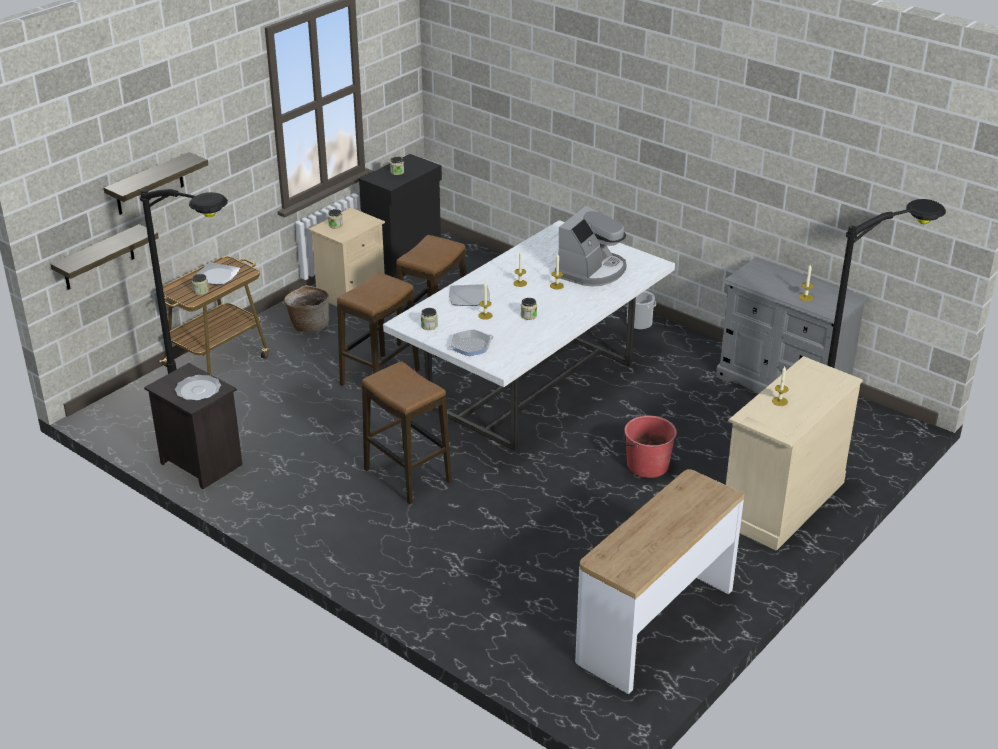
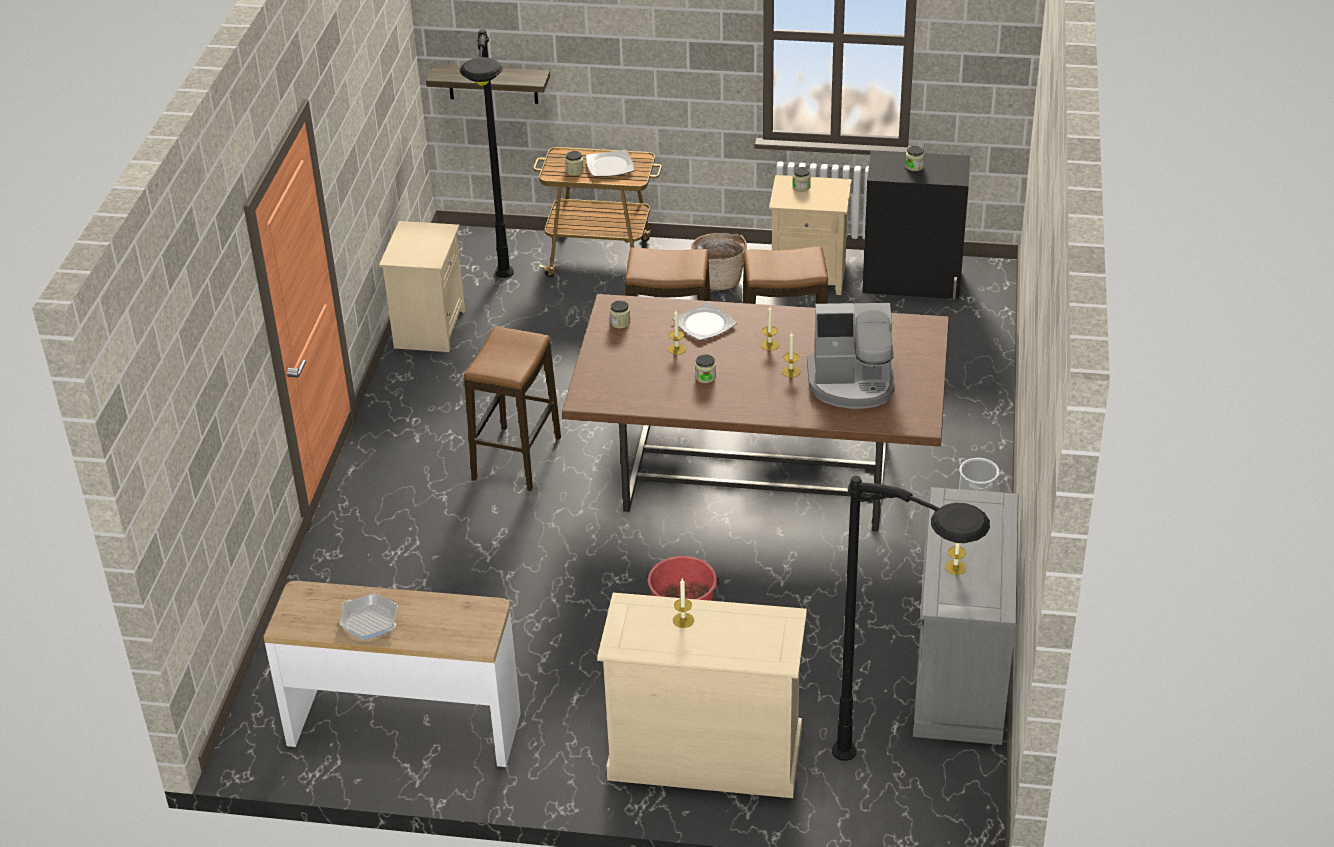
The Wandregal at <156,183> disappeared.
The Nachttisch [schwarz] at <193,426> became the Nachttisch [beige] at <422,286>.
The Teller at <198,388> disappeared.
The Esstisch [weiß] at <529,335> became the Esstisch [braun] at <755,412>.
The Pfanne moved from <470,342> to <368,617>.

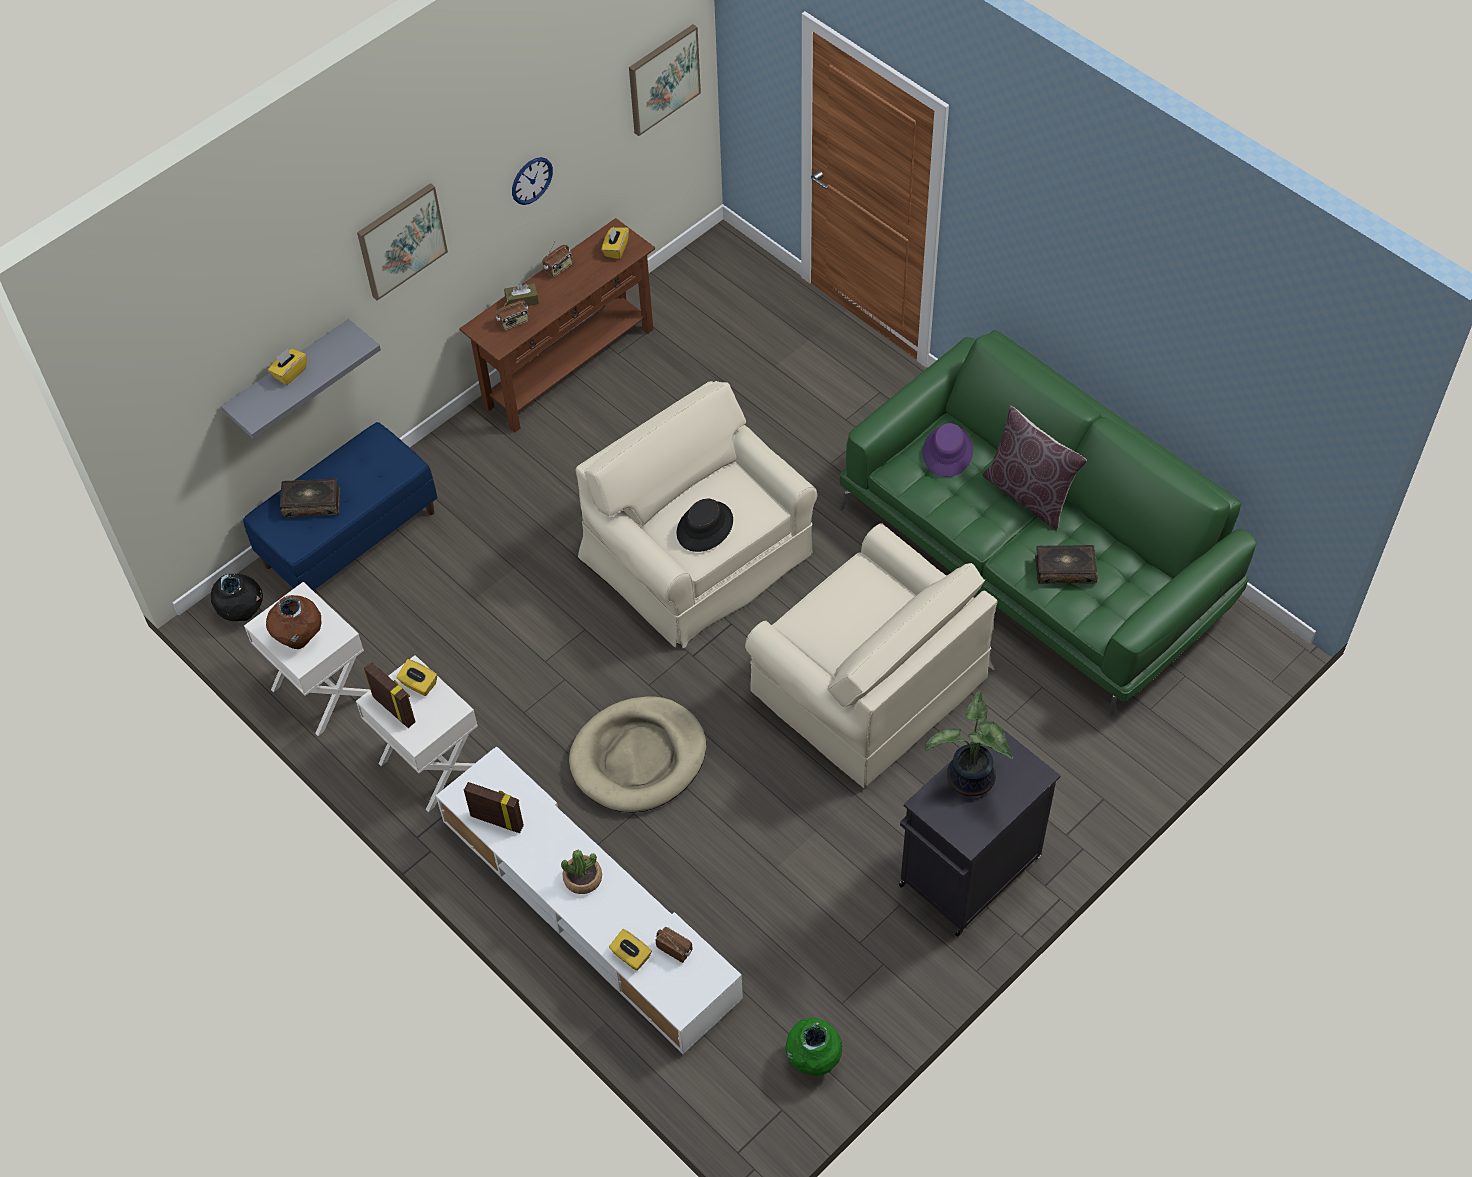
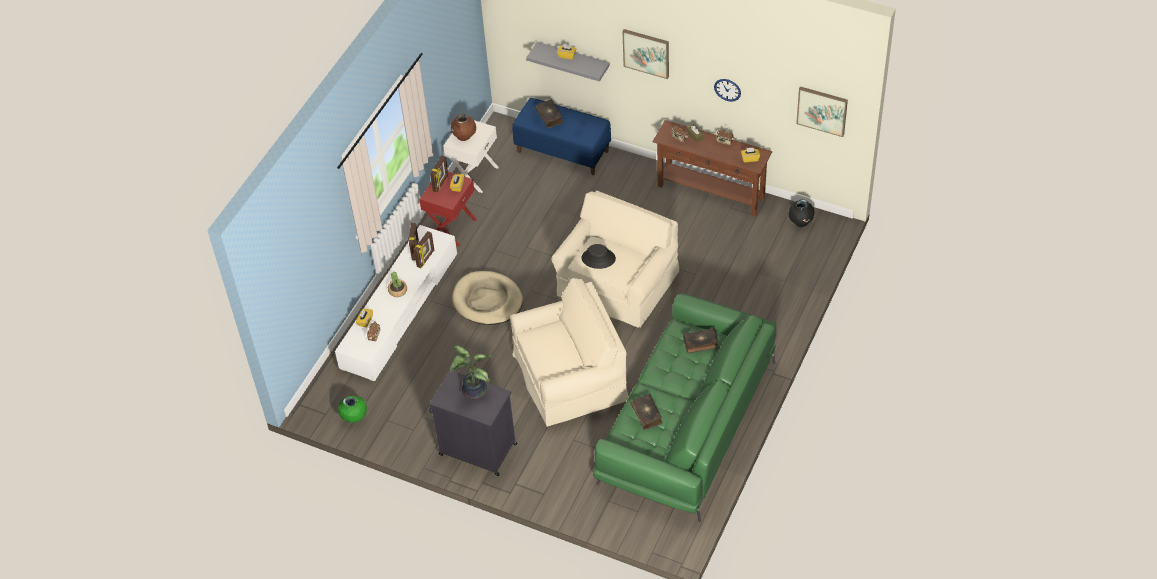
The Vase [schwarz] moved from <237,597> to <802,213>.
The Nachttisch [weiß] at <417,733> became the Nachttisch [rot] at <448,209>.
The Sessel [beige] at <871,656> turned 135 degrees counterclockwise.
The Hut [lila] at <948,450> was replaced by the Buch at <700,340>.
The Kissen [braun] at <1034,468> disappeared.
The Bilderrahmen at <424,249> appeared.

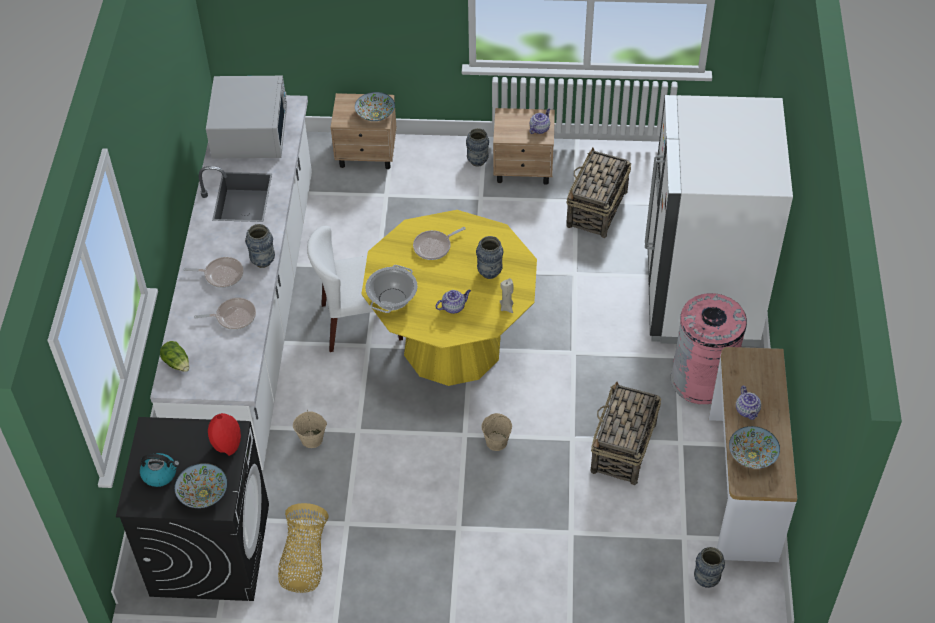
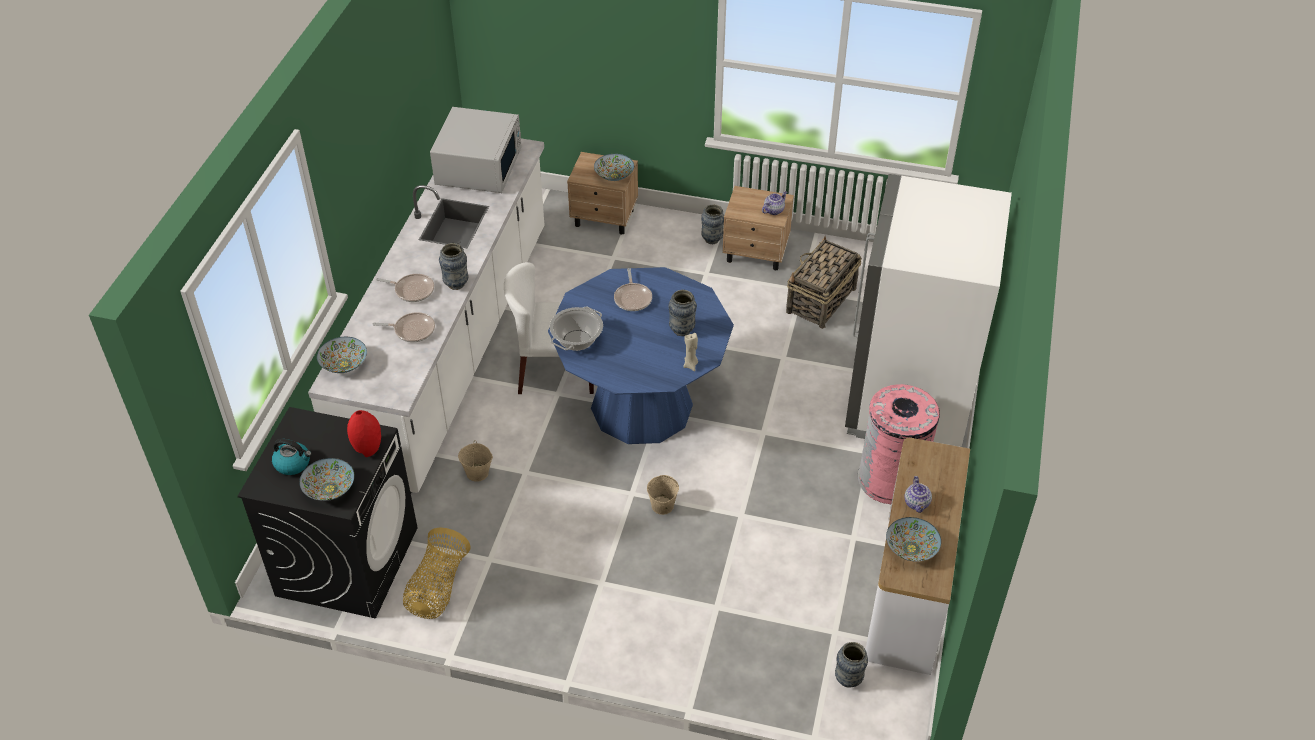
The Salatkopf at <174,356> was replaced by the Schüssel at <342,355>.
The Esstisch [gelb] at <449,298> became the Esstisch [blau] at <641,355>.
The Pfanne at <439,243> turned 75 degrees counterclockwise.
The Teekanne at <453,302> disappeared.
The Korb at <625,433> disappeared.

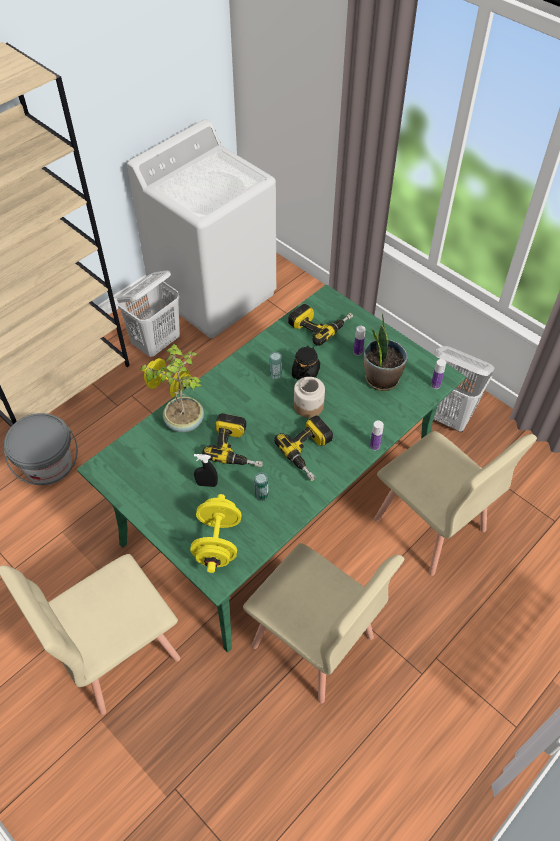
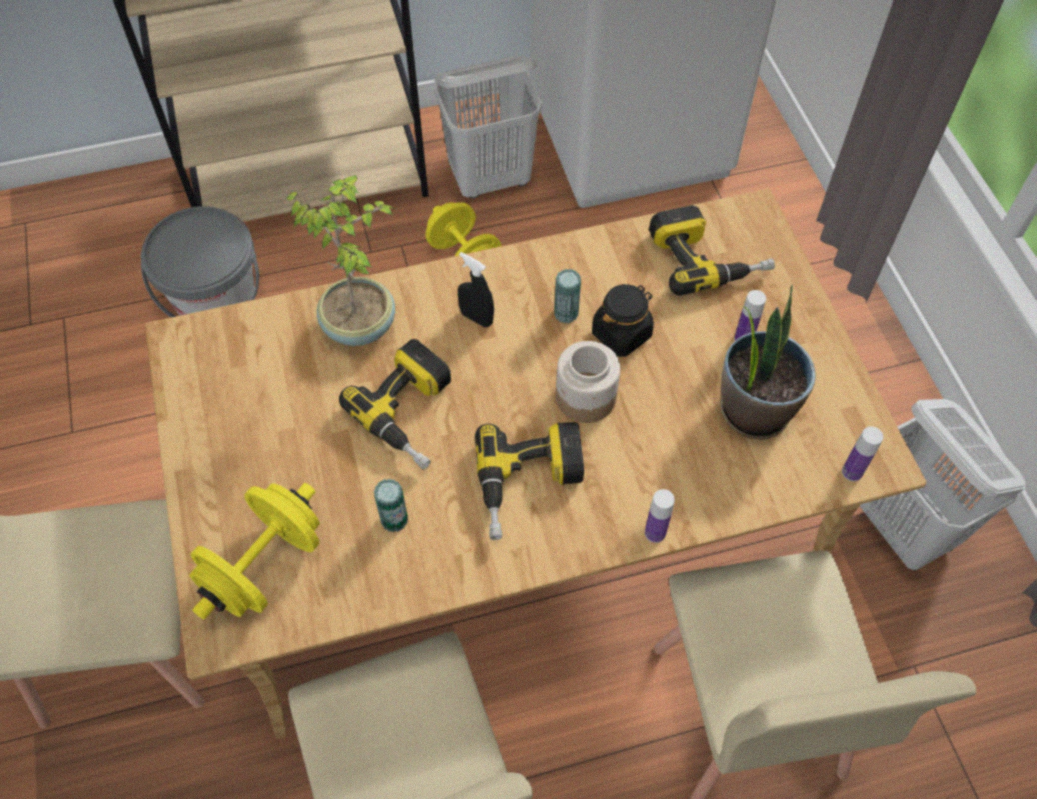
The Esstisch [grün] at <271,469> became the Esstisch [beige] at <536,464>.
The Sprühflasche [schwarz] moved from <206,470> to <476,289>.

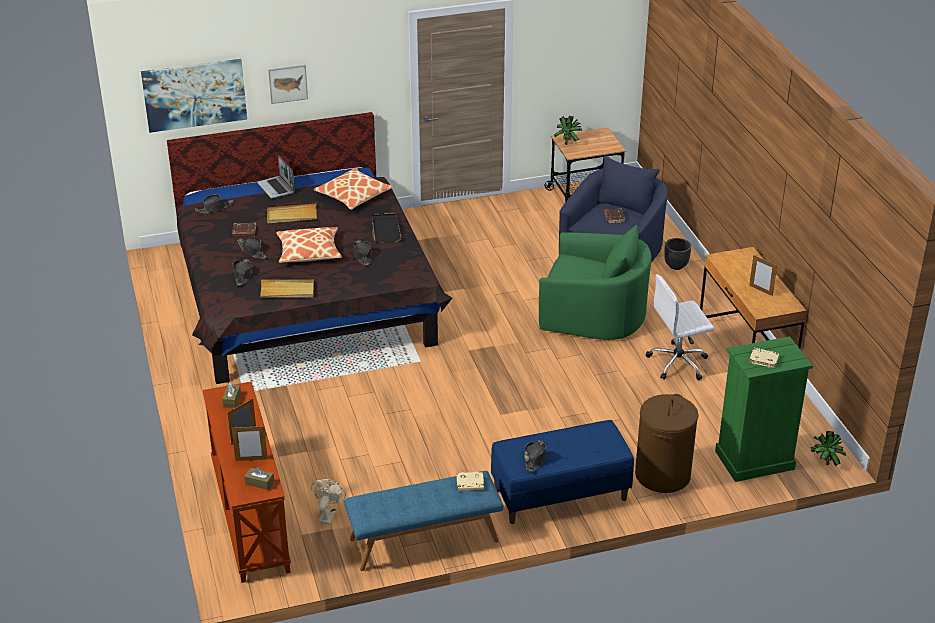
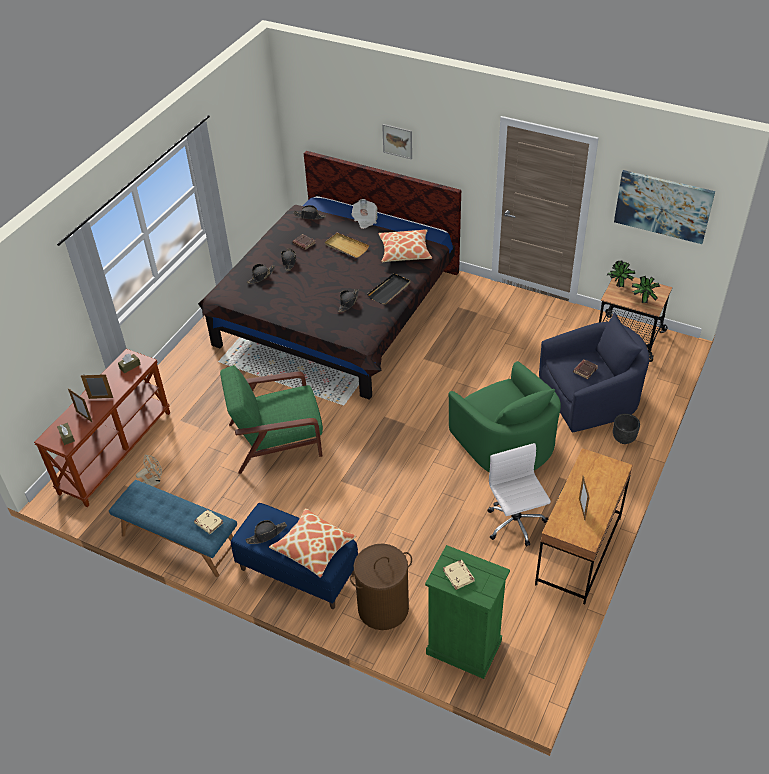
The Bild moved from <194,96> to <664,207>.
The Laptop at <276,176> was replaced by the Zeitung at <364,214>.
The Tablett [beige] at <287,288> disappeared.
The Kissen moved from <309,245> to <313,543>.
The Bürostuhl [weiß] at <680,327> turned 45 degrees clockwise.
The Topfpflanze moved from <828,448> to <646,289>.
The Sessel [grün] at <271,419> appeared.

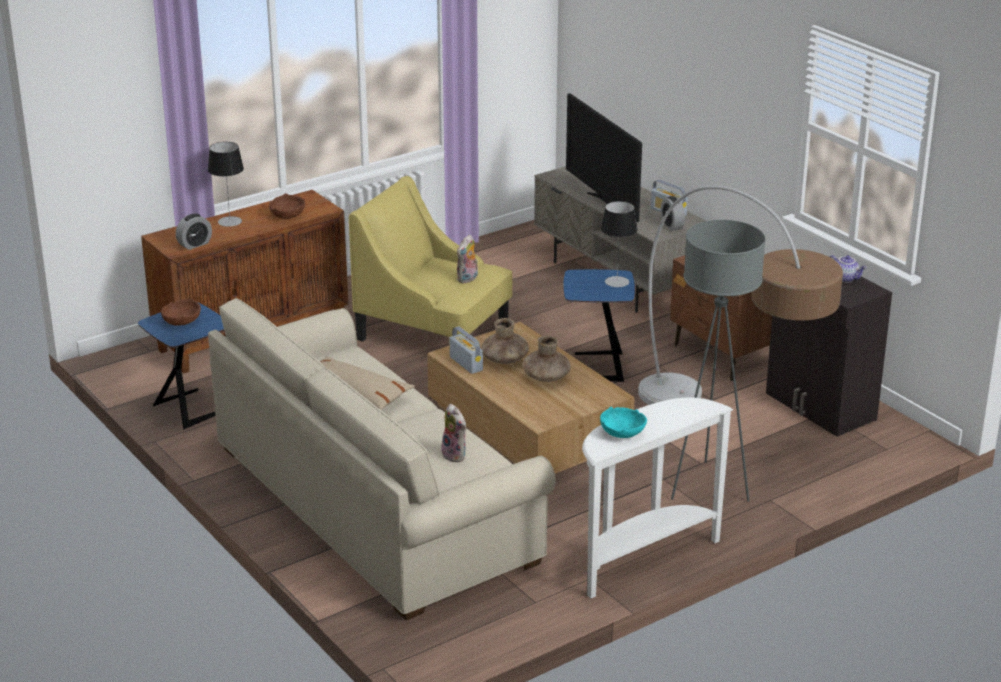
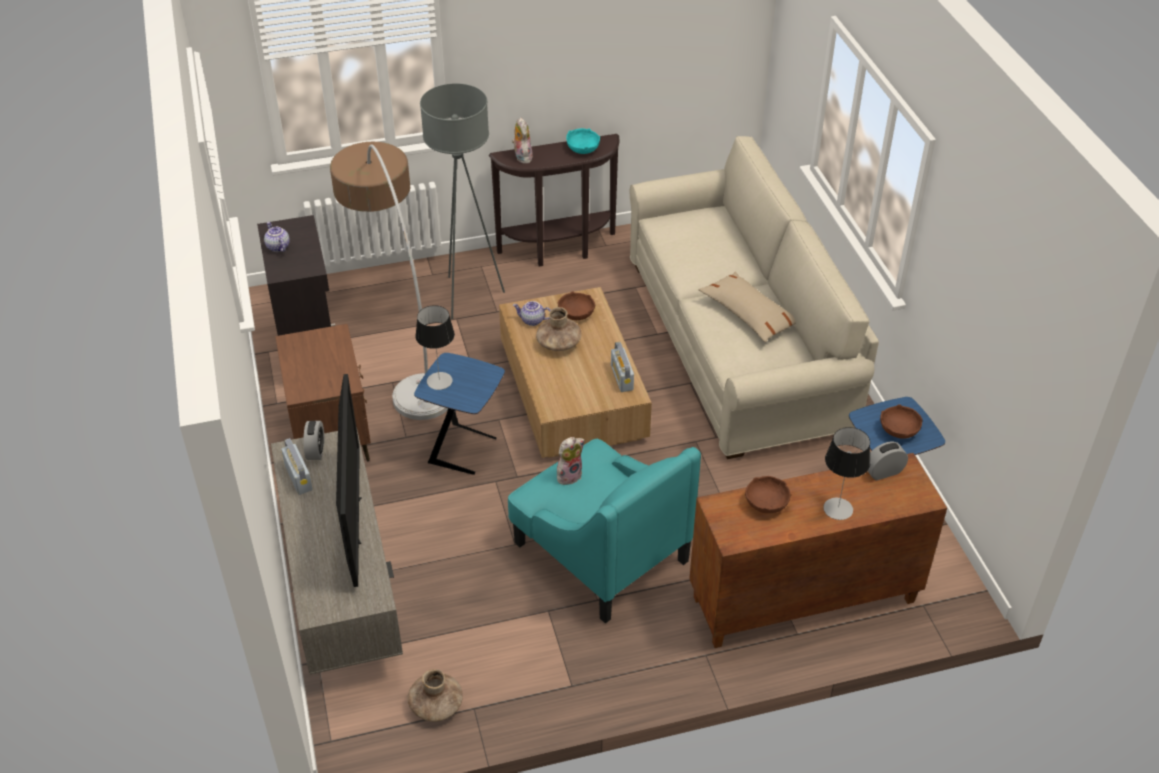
The Sessel [gelb] at <431,258> became the Sessel [türkis] at <604,531>.
The Plüschtier moved from <453,433> to <522,141>.
The Vase [braun] moved from <505,341> to <435,695>.
The Konsolentisch [weiß] at <657,498> became the Konsolentisch [braun] at <553,200>.
The Teekanne at <532,313> appeared.
The Schüssel [braun] at <576,305> appeared.

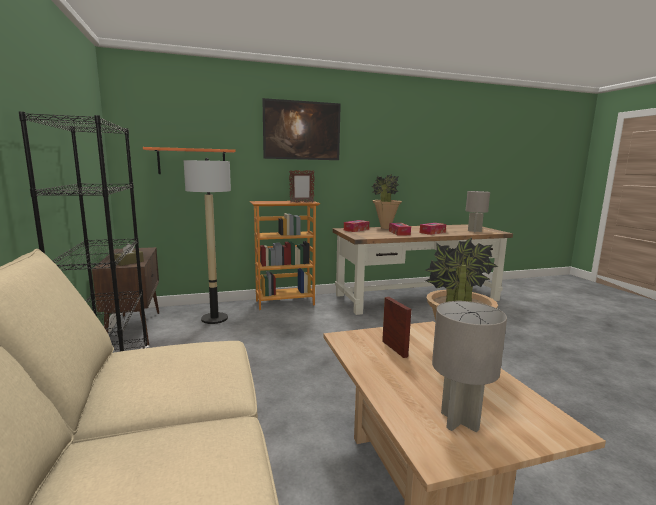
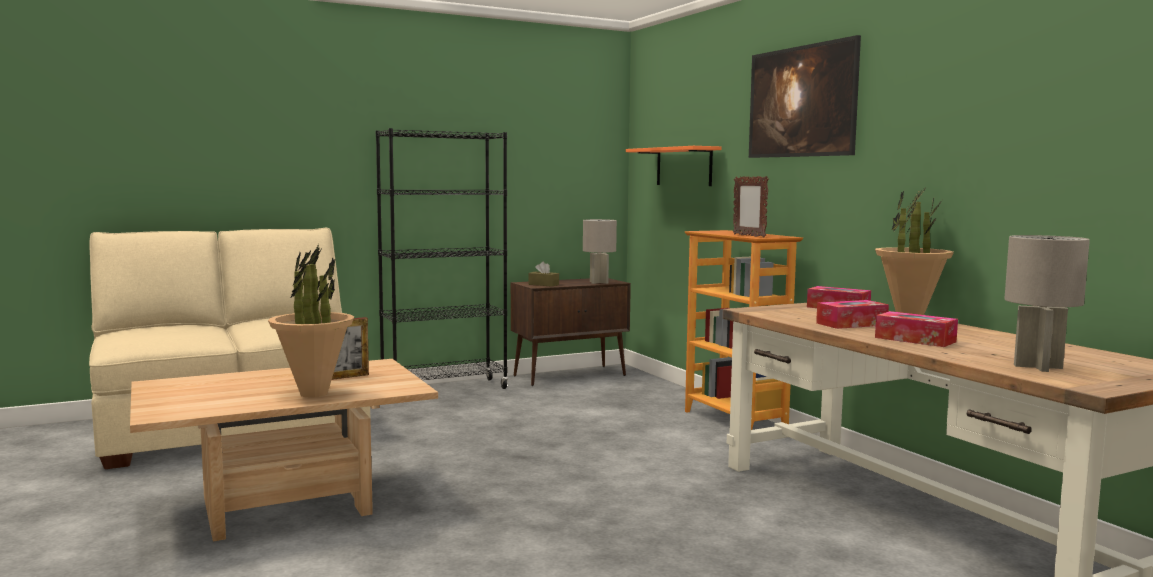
The Stehlampe at <207,241> disappeared.
The Tischlampe [grau] moved from <469,366> to <600,251>.

